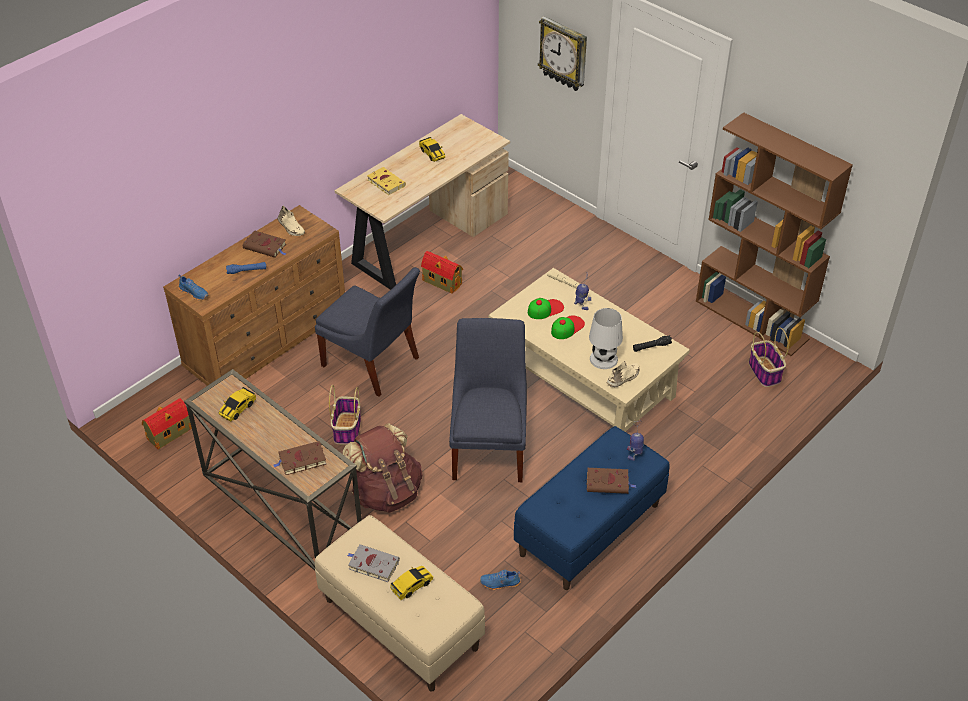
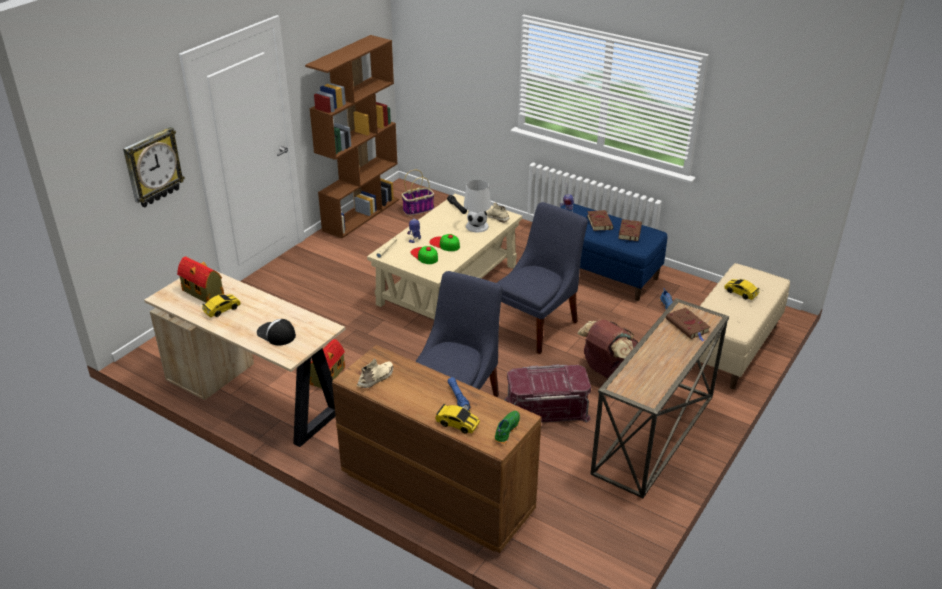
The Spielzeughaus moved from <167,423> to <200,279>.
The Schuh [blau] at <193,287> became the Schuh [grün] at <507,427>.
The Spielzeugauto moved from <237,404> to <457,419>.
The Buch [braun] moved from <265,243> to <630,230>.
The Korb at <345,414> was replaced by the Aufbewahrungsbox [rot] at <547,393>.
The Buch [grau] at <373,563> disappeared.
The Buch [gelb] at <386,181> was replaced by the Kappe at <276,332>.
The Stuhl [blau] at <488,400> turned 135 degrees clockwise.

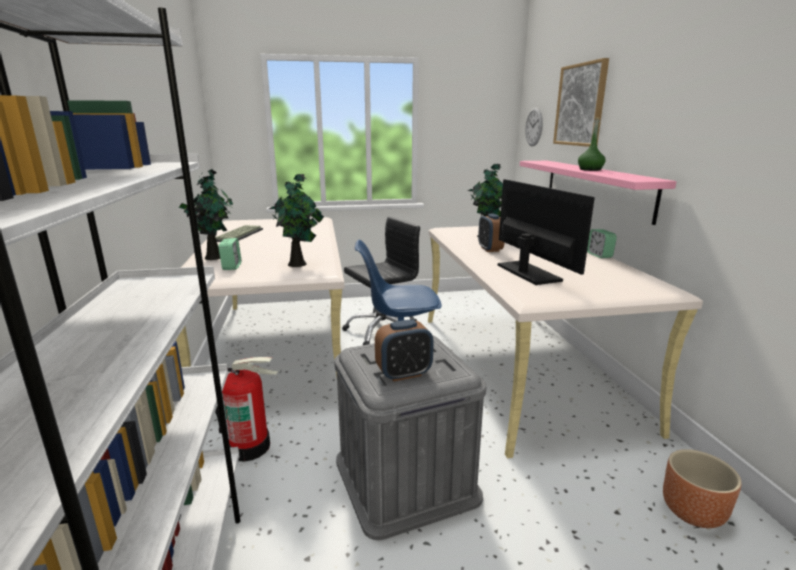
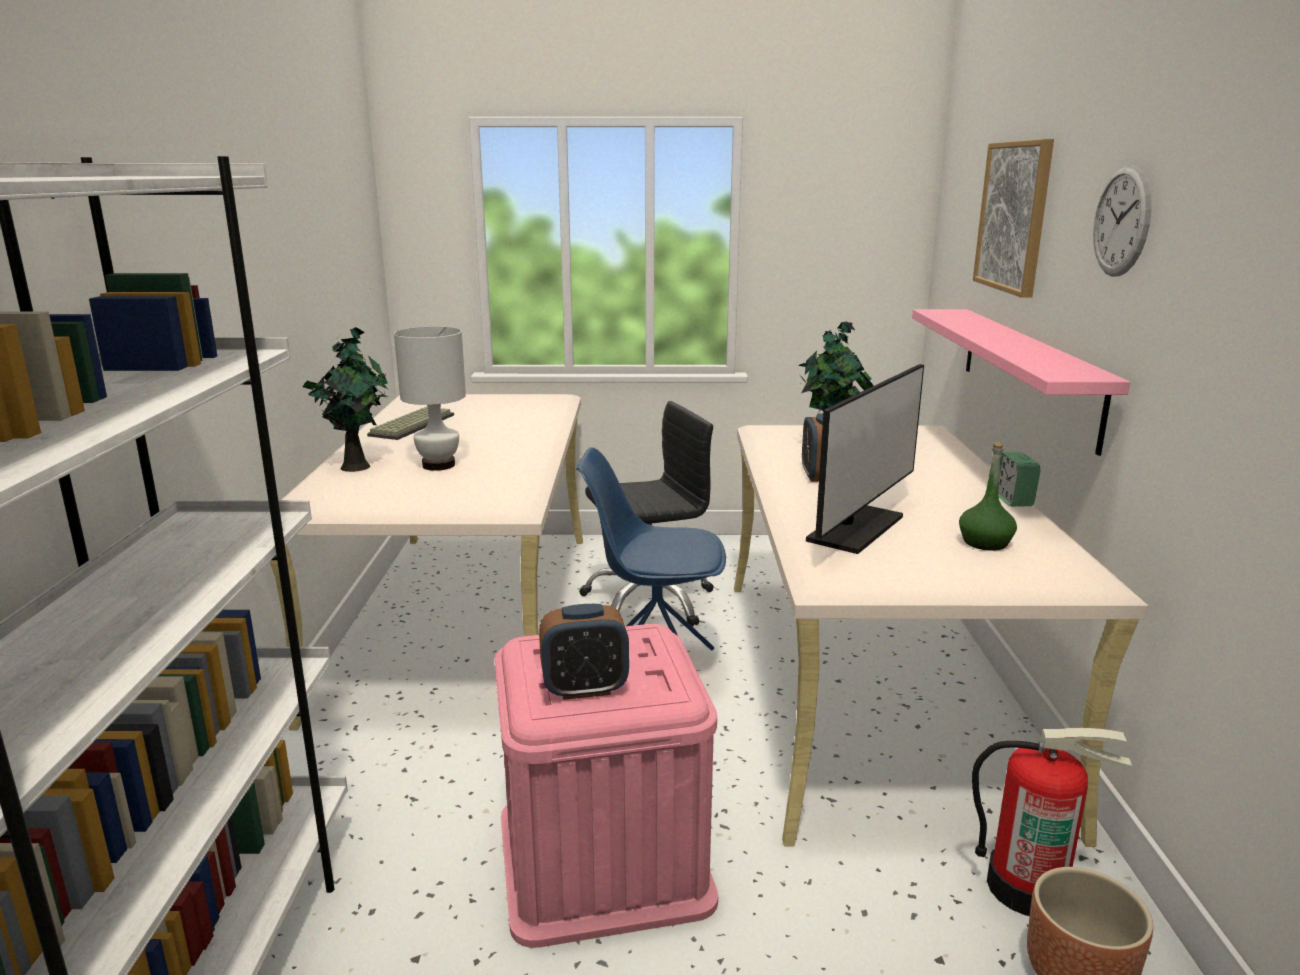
The Feuerlöscher moved from <246,409> to <1052,822>.
The Wecker at <229,254> disappeared.
The Topfpflanze at <296,220> disappeared.
The Aufbewahrungsbox [grau] at <410,437> became the Aufbewahrungsbox [rosa] at <606,786>.
The Monitor at <546,232> turned 45 degrees clockwise.
The Wanduhr moved from <534,126> to <1122,220>.
The Flasche [grün] moved from <592,144> to <988,496>.
The Tischlampe [weiß] at <430,399> appeared.

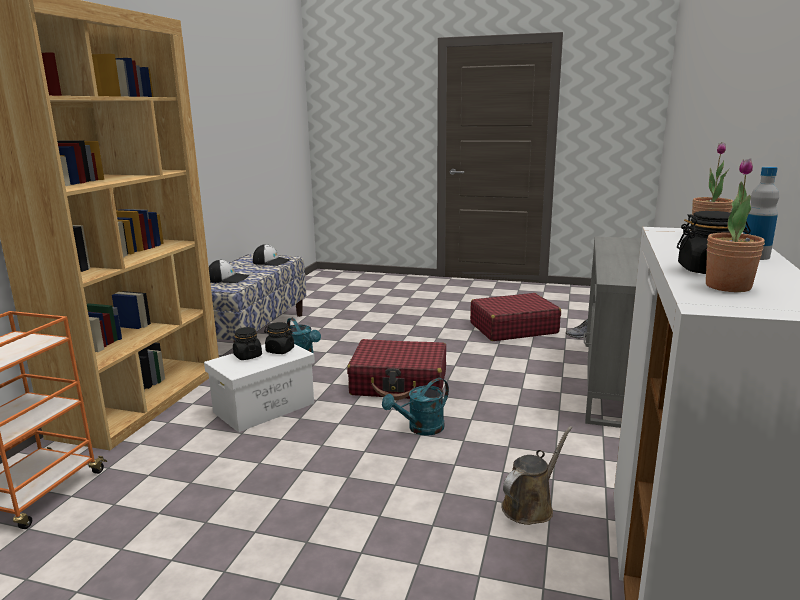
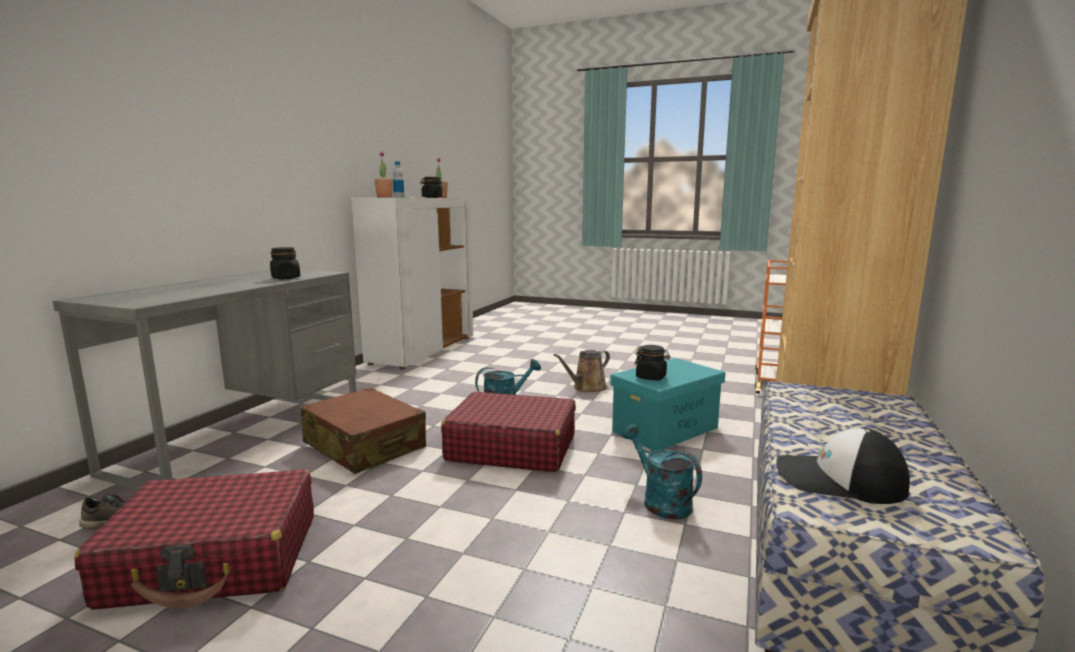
The Aufbewahrungsbox [weiß] at <259,388> became the Aufbewahrungsbox [türkis] at <668,404>.
The Kappe at <229,271> disappeared.
The Vorratsglas [schwarz] moved from <247,343> to <285,263>.
The Gießkanne [braun] moved from <536,475> to <581,371>.
The Koffer [braun] at <363,430> appeared.

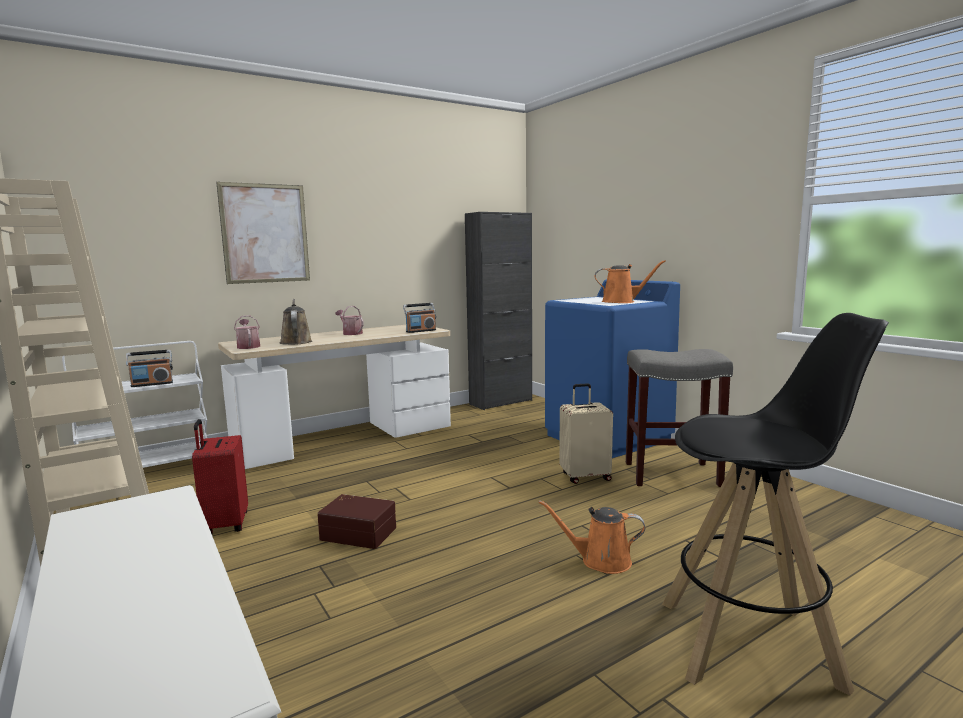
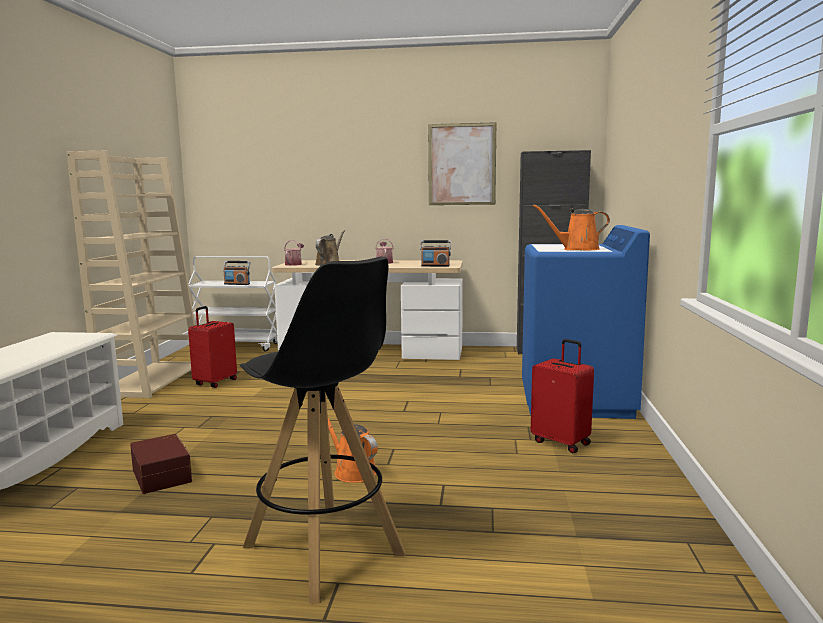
The Bild moved from <263,233> to <462,163>.
The Aufbewahrungsbox [braun] moved from <356,521> to <161,464>.
The Koffer [beige] at <586,433> disappeared.
The Gießkanne [orange] at <630,281> turned 135 degrees clockwise.
The Hocker [grau] at <679,418> was replaced by the Koffer [rot] at <562,396>.

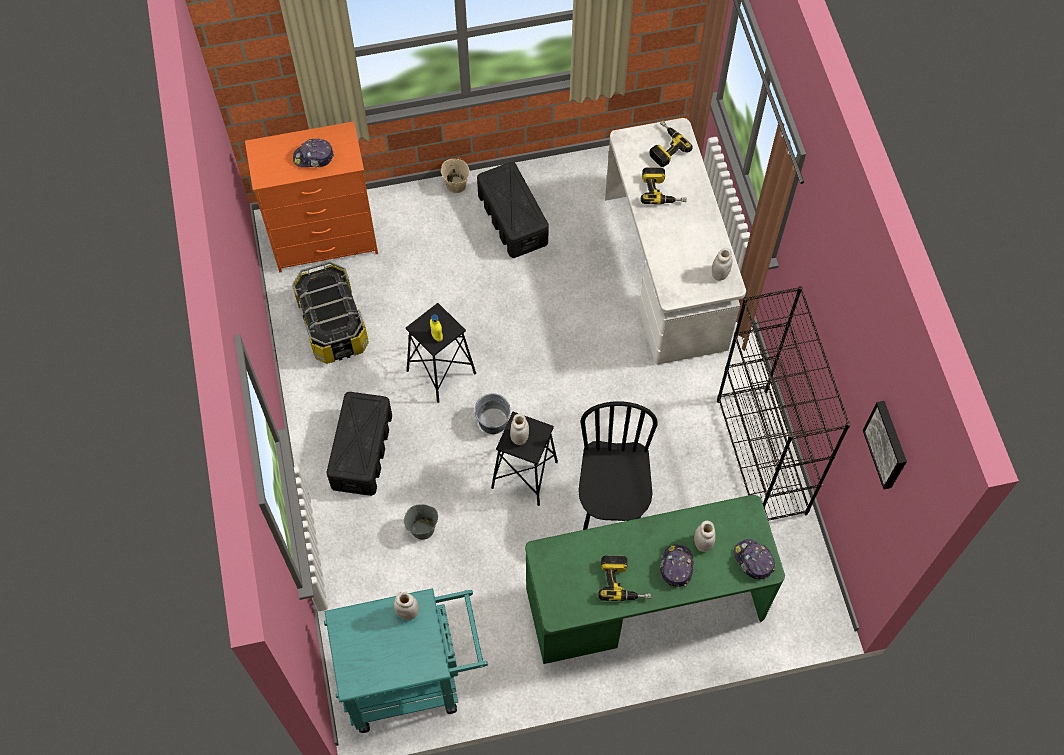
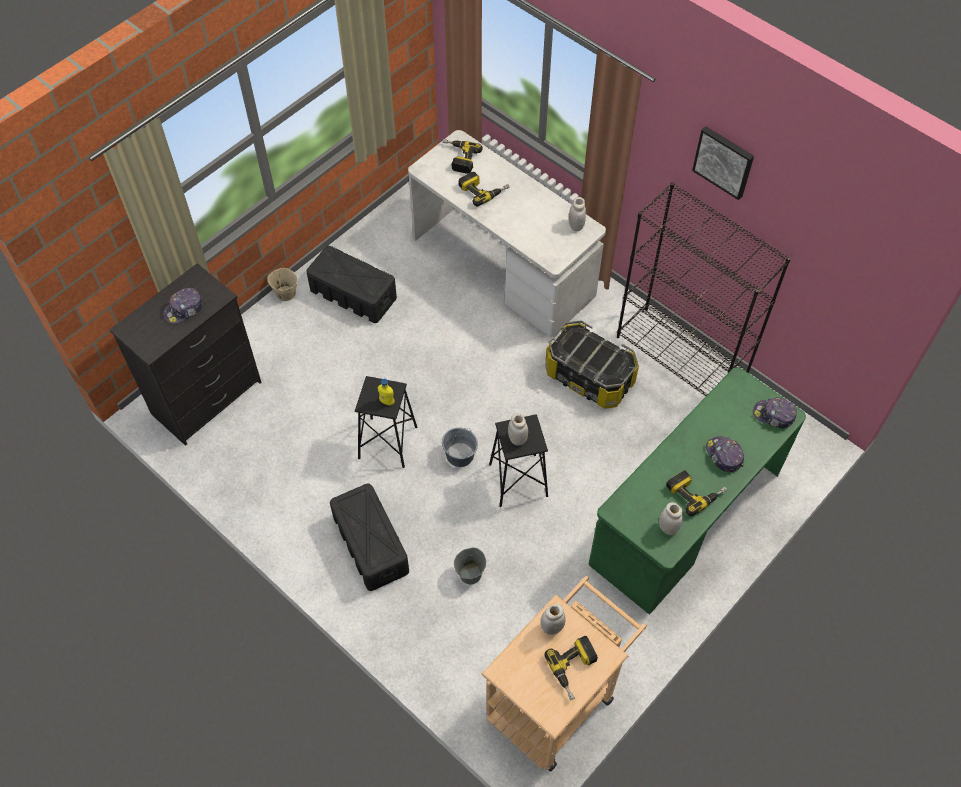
The Kommode [orange] at <311,196> became the Kommode [schwarz] at <185,354>.
The Aufbewahrungsbox moved from <330,313> to <592,364>.
The Rollwagen [türkis] at <406,660> became the Rollwagen [beige] at <564,674>.
The Stuhl [schwarz] at <618,465> disappeared.
The Vorratsglas [weiß] moved from <705,536> to <671,518>.
The Bild moved from <885,445> to <723,163>.
The Bohrmaschine at <571,668> appeared.

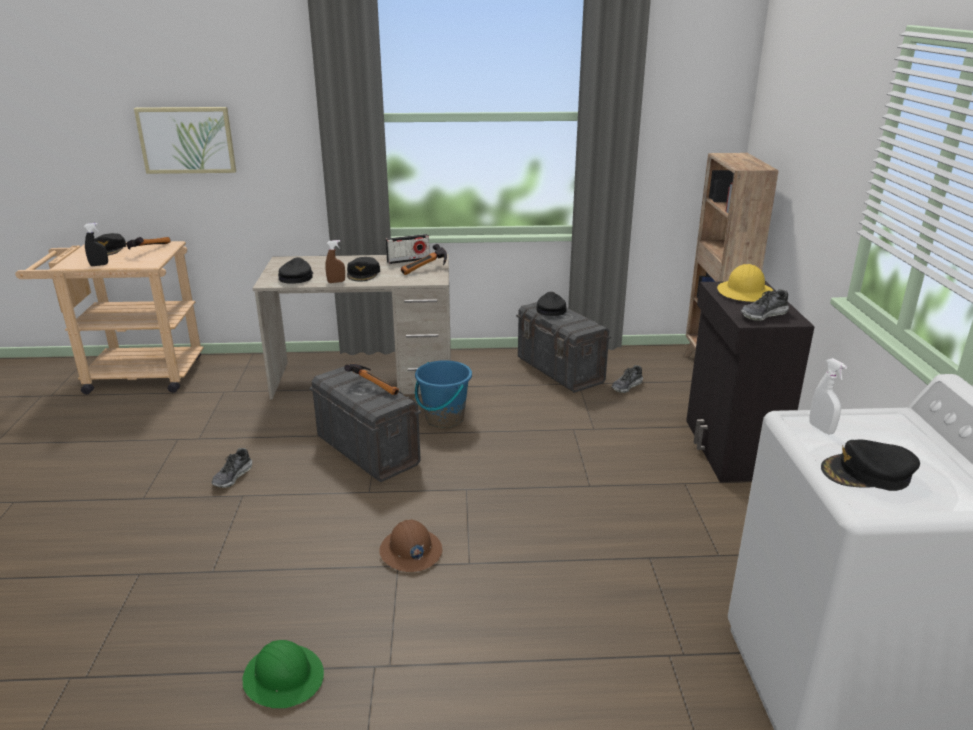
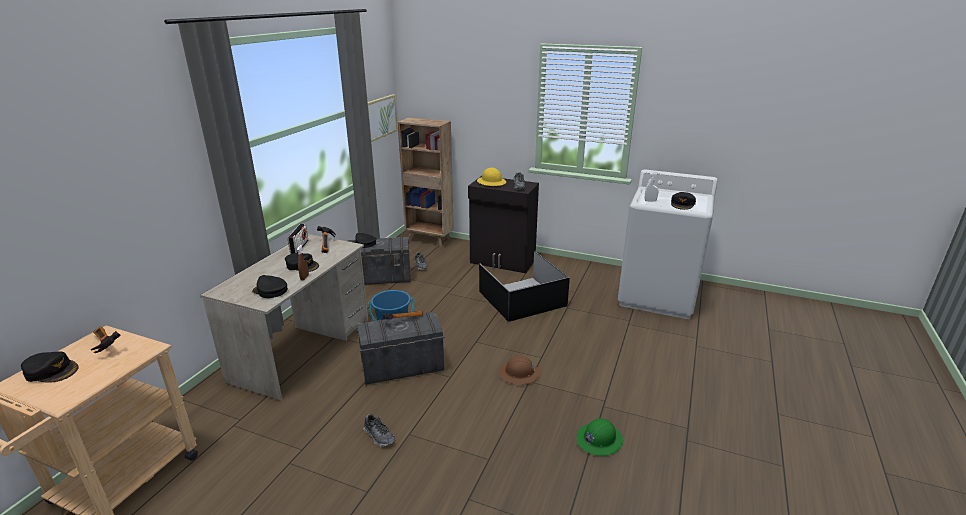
The Sprühflasche [schwarz] at <96,244> disappeared.
The Bild moved from <185,140> to <383,118>.
The Aufbewahrungsbox [schwarz] at <524,286> appeared.

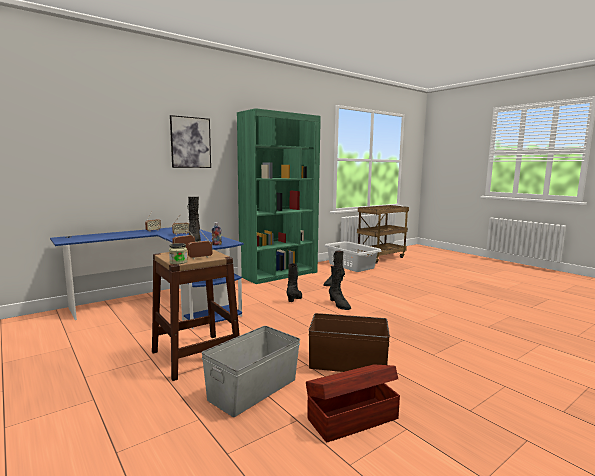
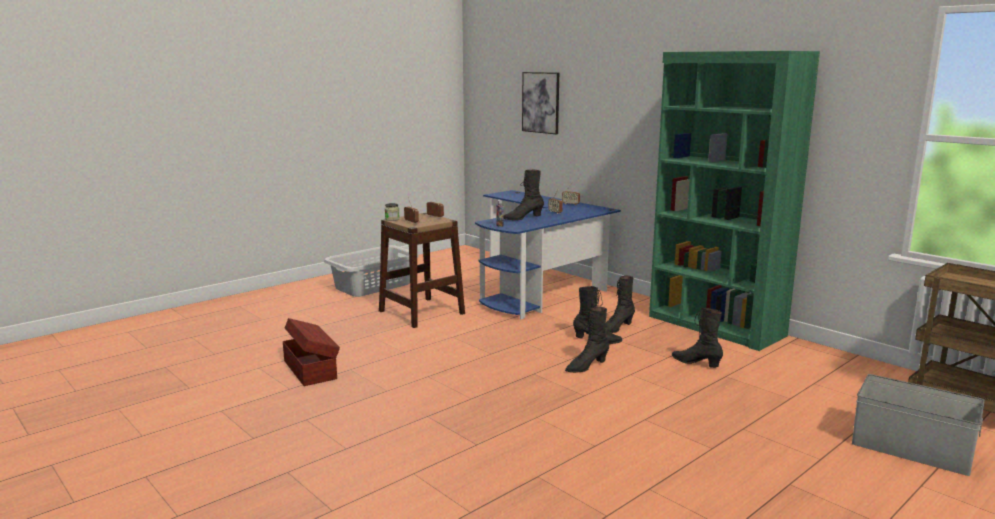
The Bild moved from <190,141> to <540,103>.
The Aufbewahrungsbox [grau] moved from <251,371> to <918,425>.
The Aufbewahrungsbox [braun] at <349,342> disappeared.
The Wäschekorb [grau] moved from <353,256> to <371,271>.
The Stiefel [schwarz] at <620,304> appeared.

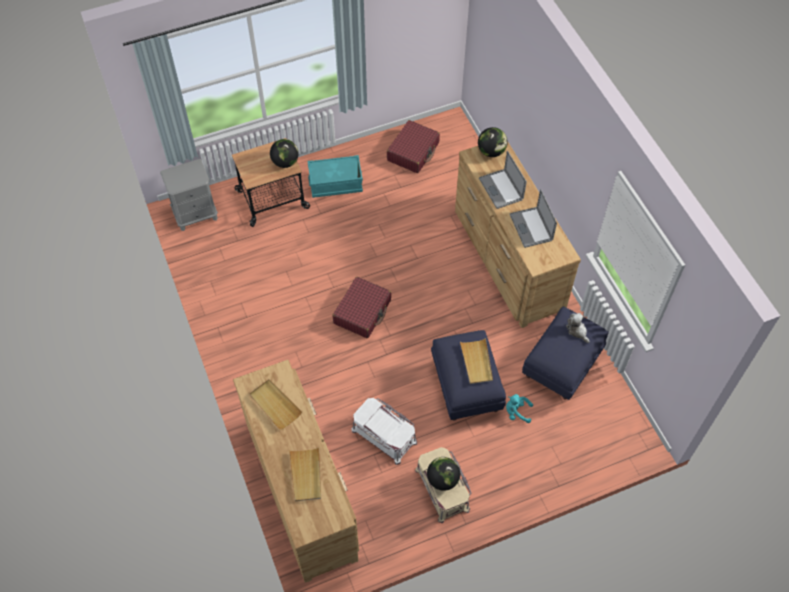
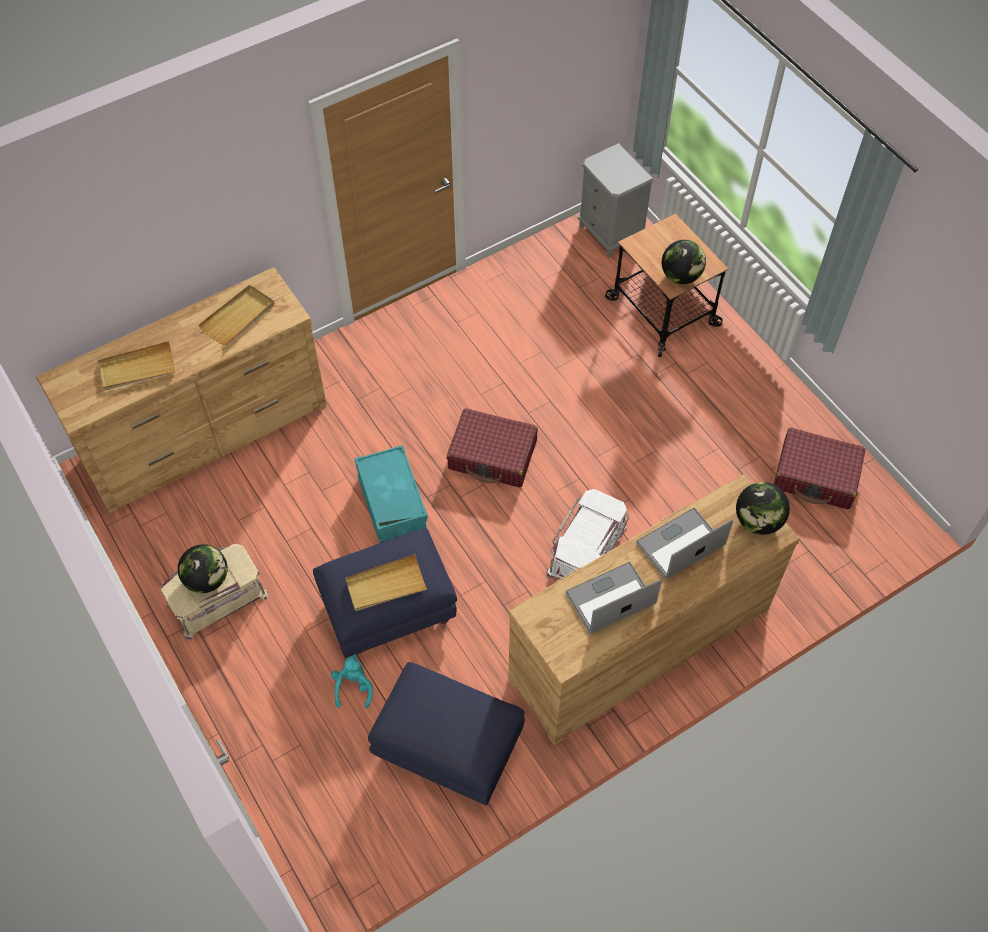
The Aufbewahrungsbox [türkis] moved from <335,176> to <391,494>.
The Aufbewahrungsbox [weiß] moved from <384,431> to <587,534>.
The Plüschtier at <578,328> disappeared.

